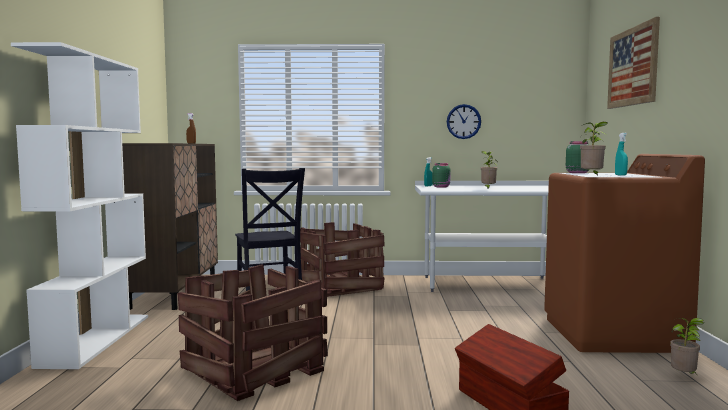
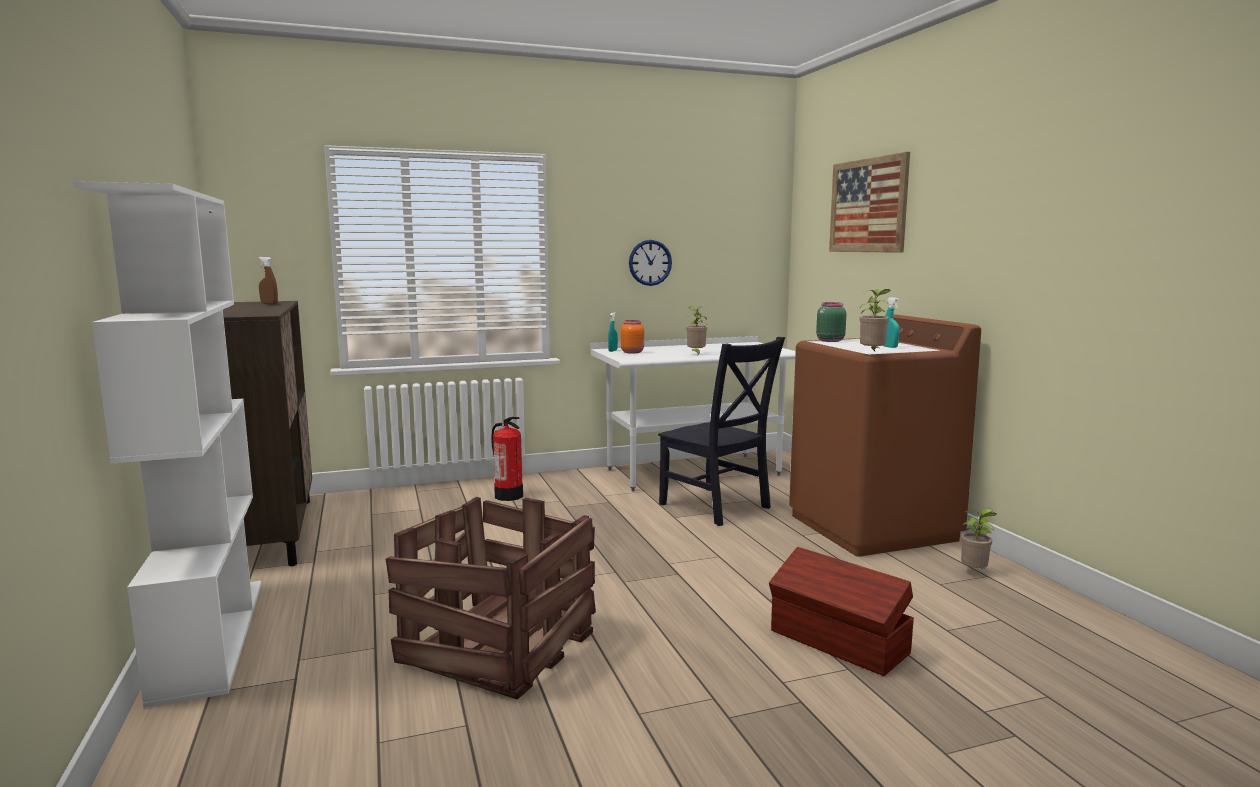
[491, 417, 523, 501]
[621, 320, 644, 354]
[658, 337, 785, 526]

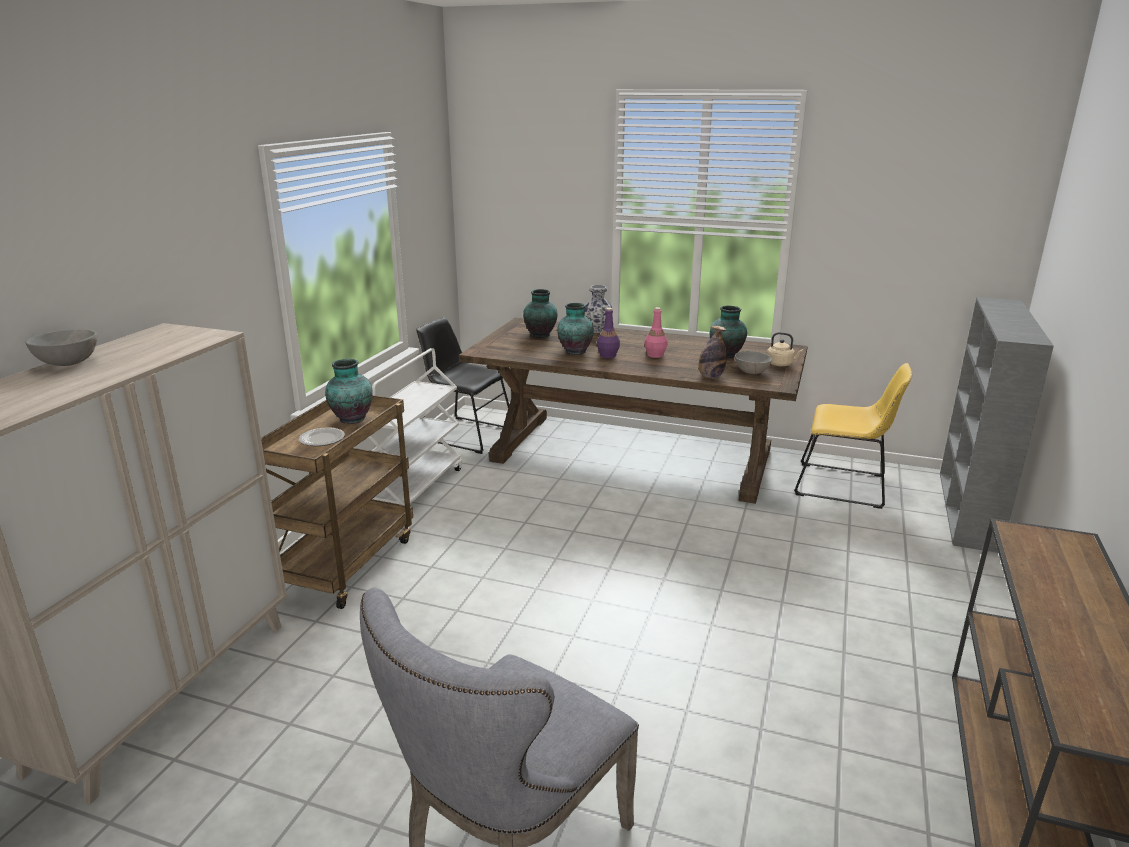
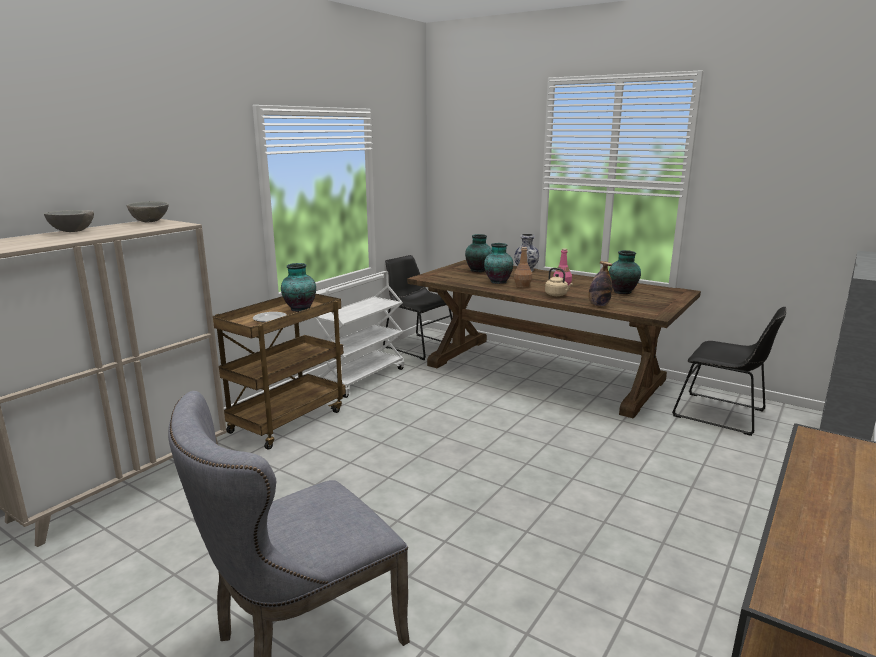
[127, 201, 169, 222]
[514, 247, 532, 288]
[545, 268, 573, 296]
[672, 307, 786, 436]

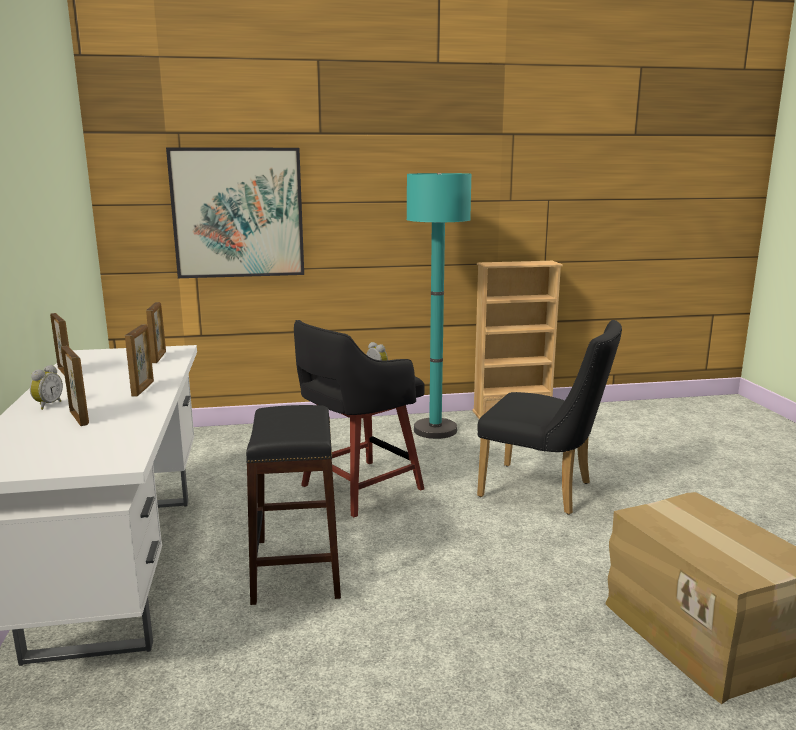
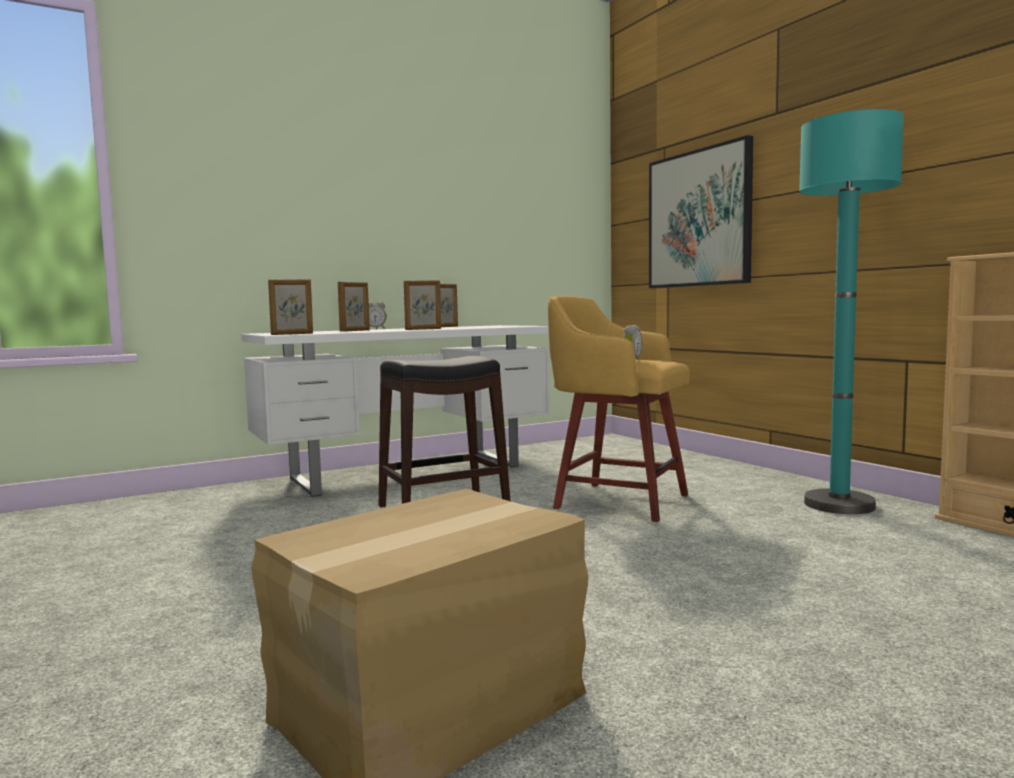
[268, 279, 313, 335]
[548, 296, 690, 522]
[477, 320, 622, 515] (first image)

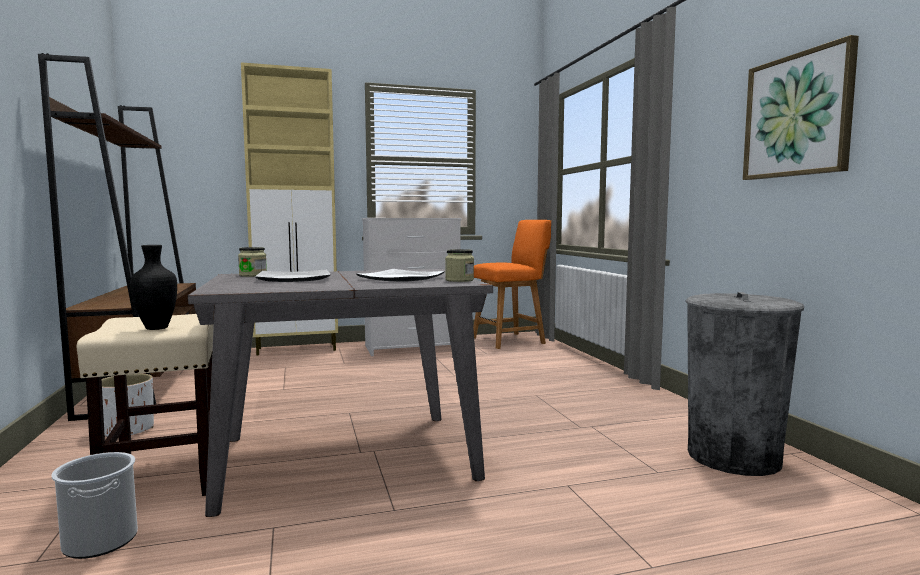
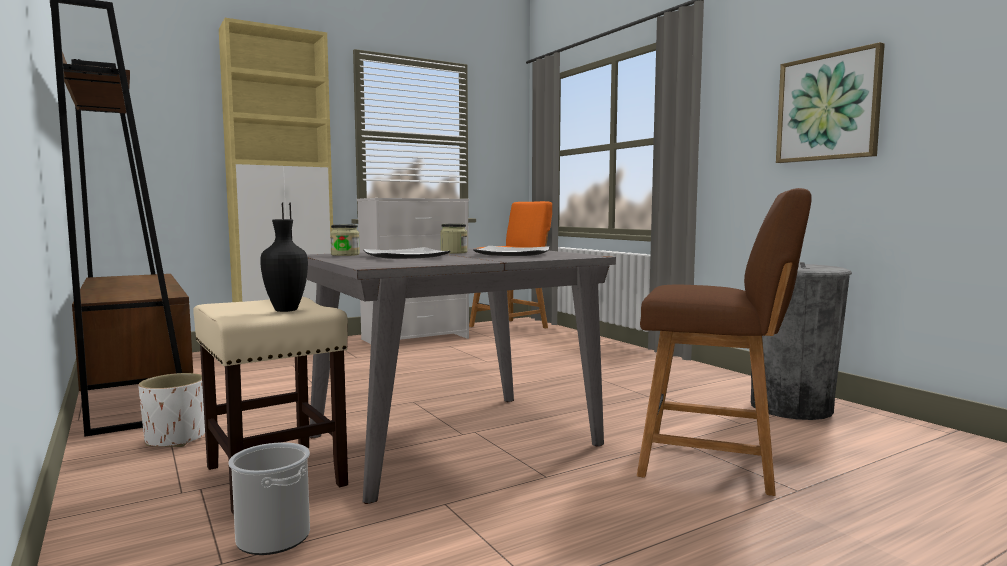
[440, 224, 467, 254]
[637, 188, 811, 496]

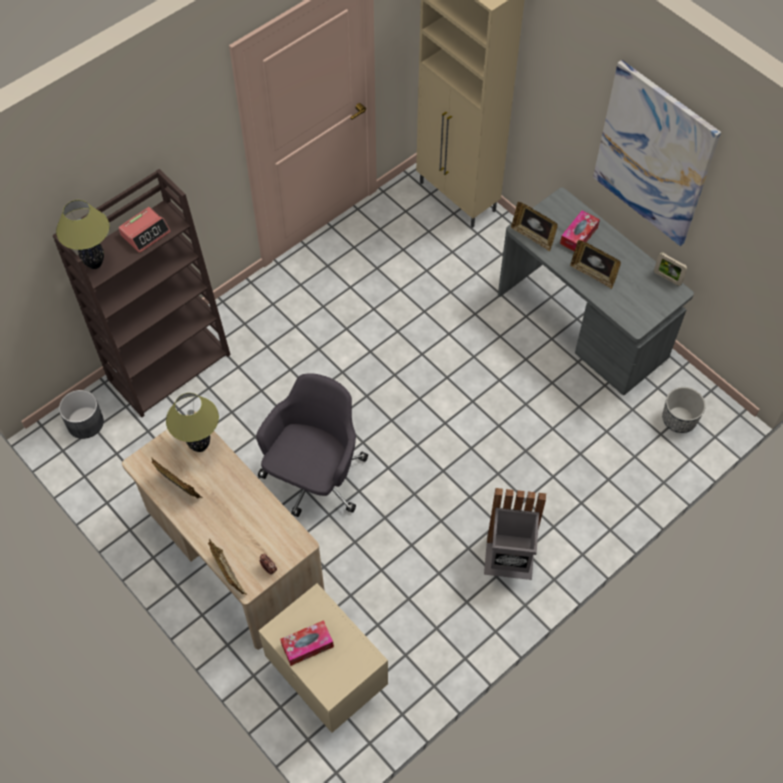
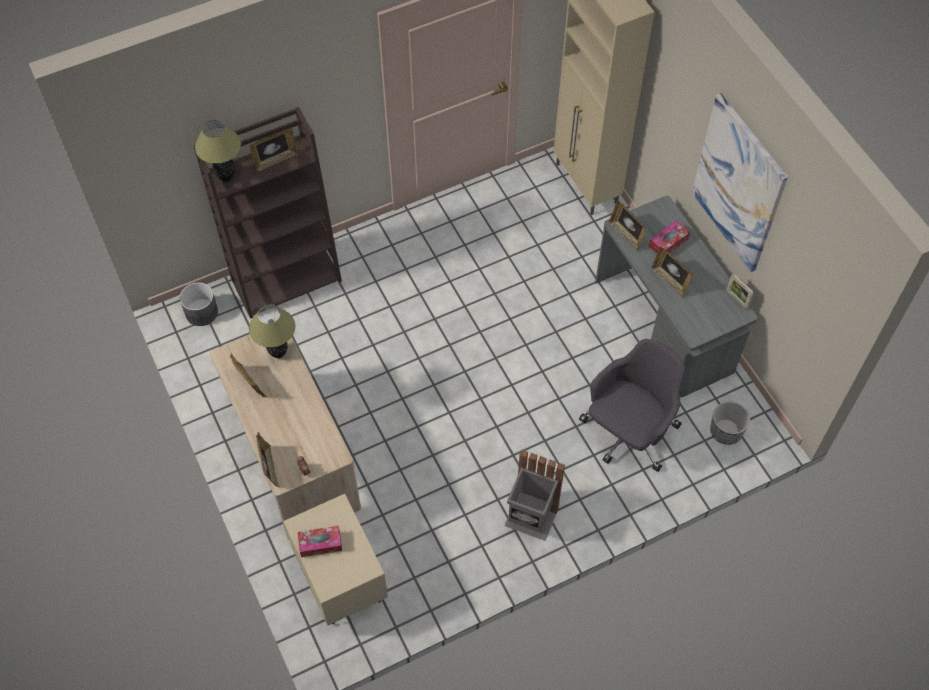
[250, 128, 299, 171]
[579, 339, 685, 472]

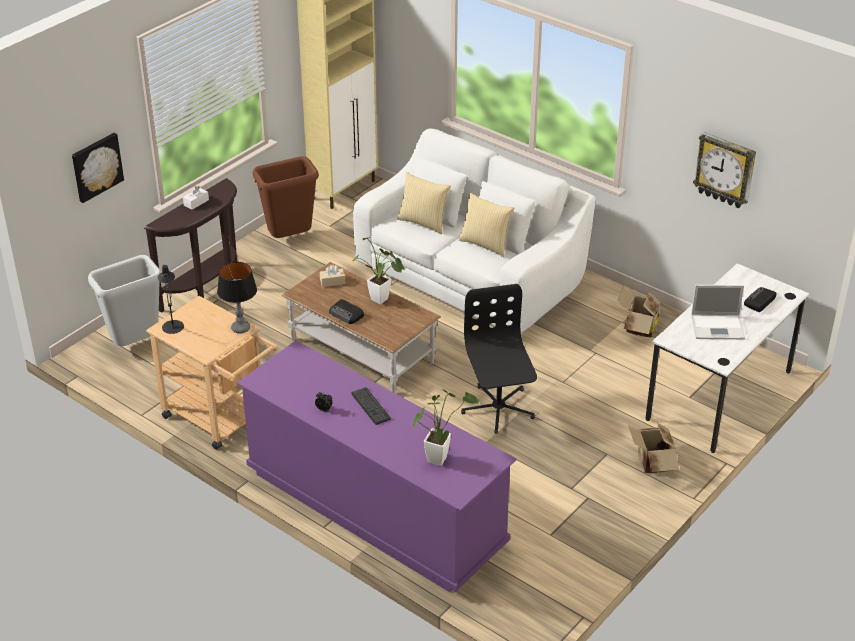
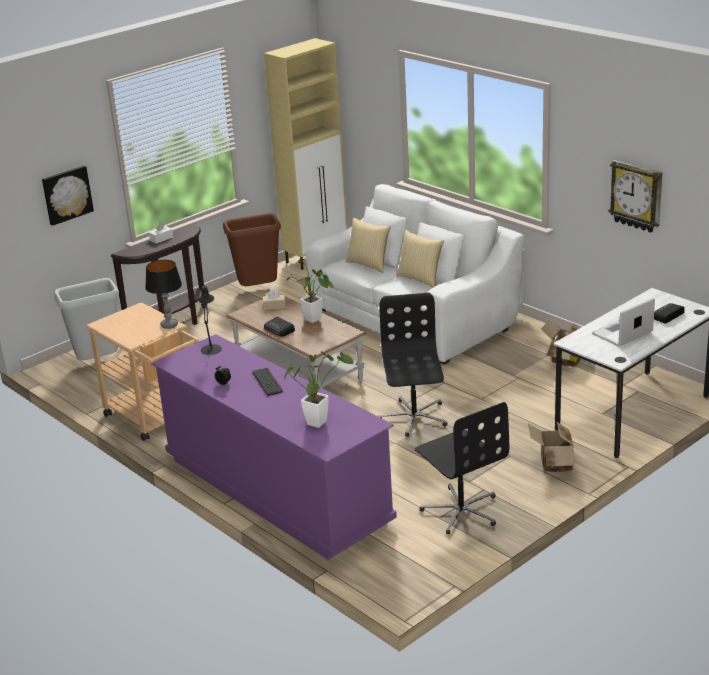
[198, 285, 222, 355]
[415, 402, 509, 535]
[592, 298, 655, 347]

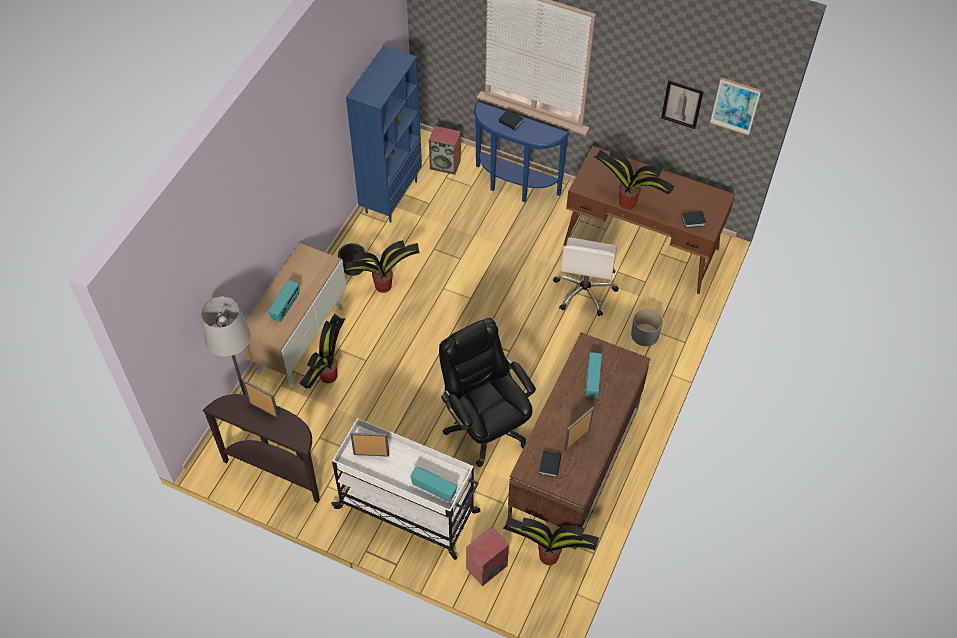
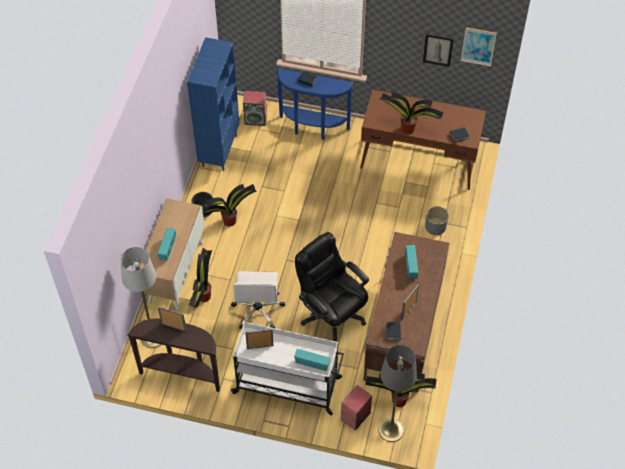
[231, 271, 285, 329]
[378, 345, 417, 442]

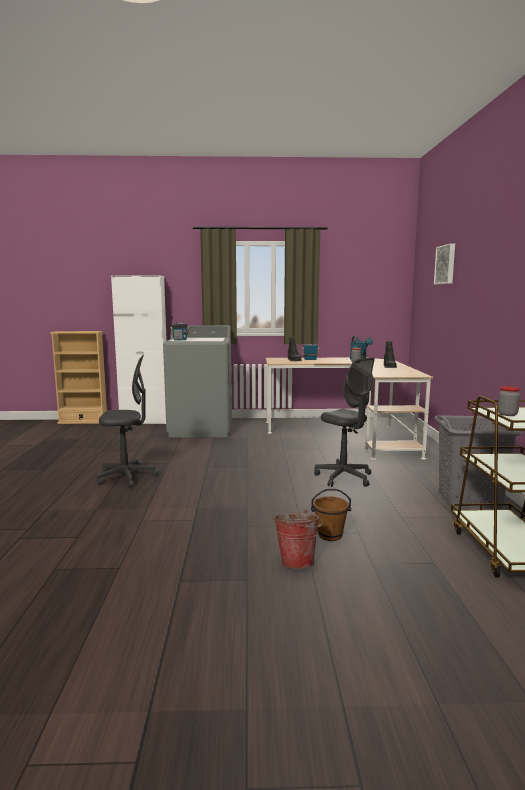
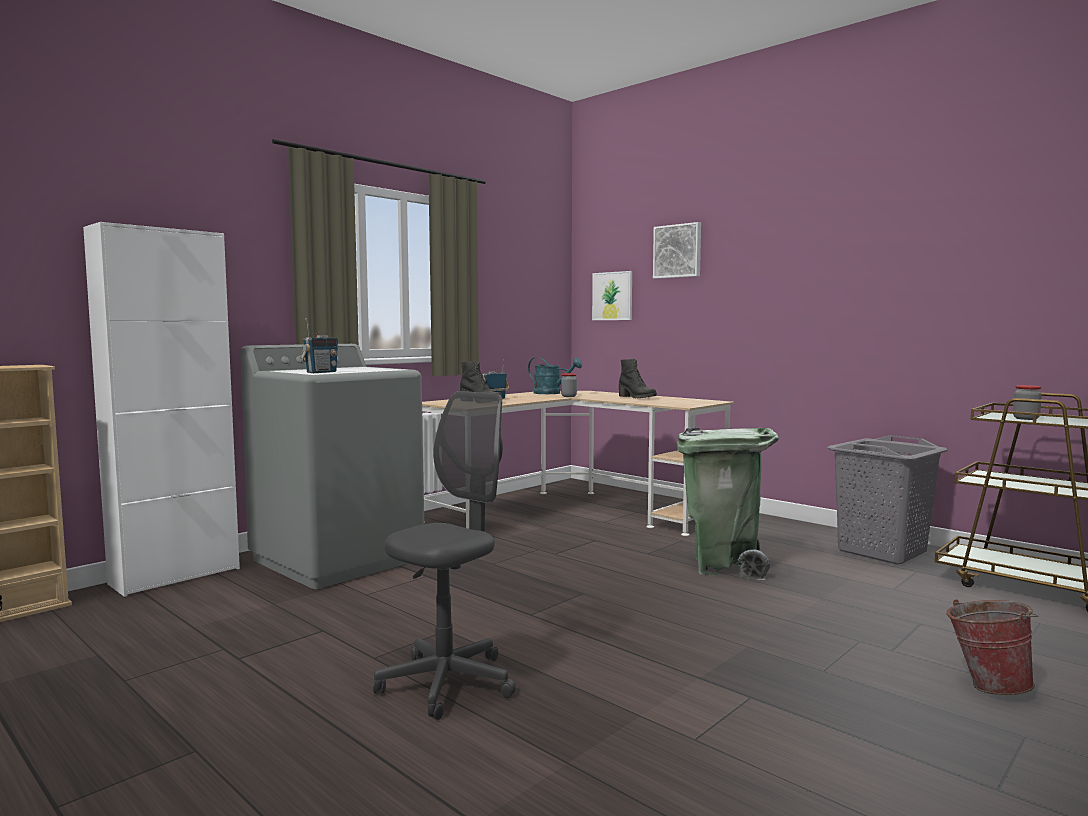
[592, 271, 632, 320]
[677, 427, 779, 580]
[311, 489, 351, 541] (first image)

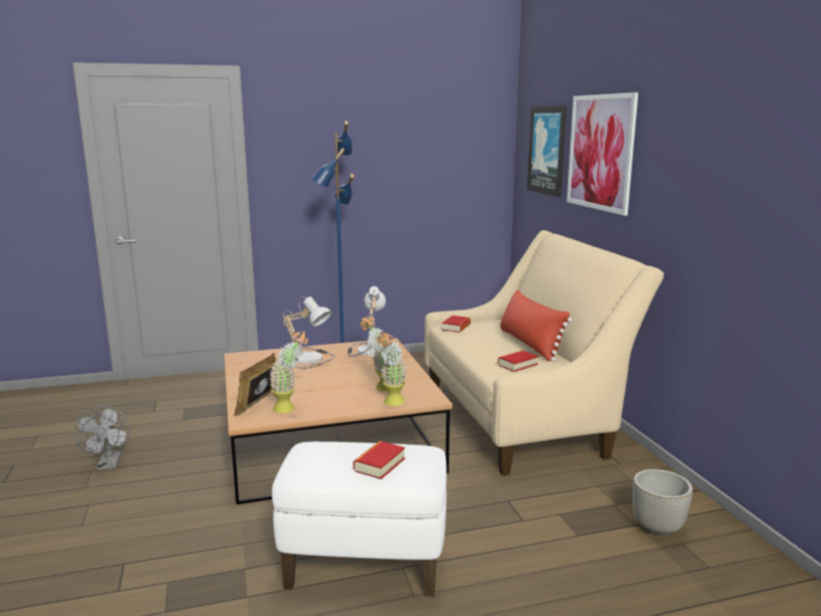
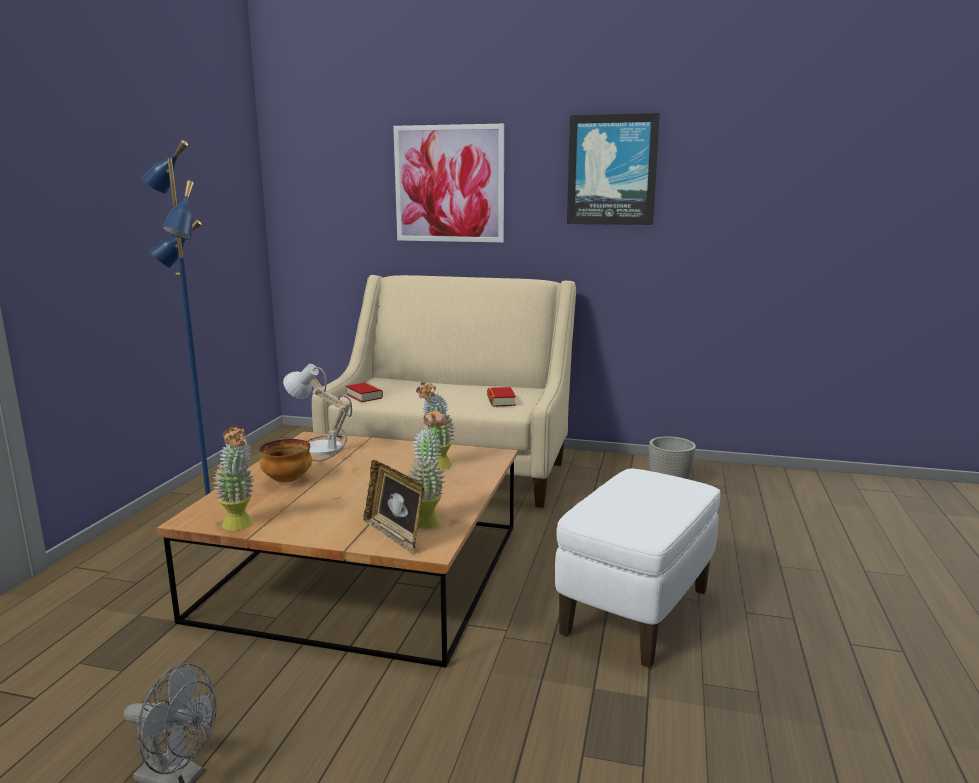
[213, 425, 255, 531]
[259, 439, 312, 482]
[567, 113, 660, 225]
[353, 441, 405, 479] (first image)
[500, 289, 572, 362] (first image)

